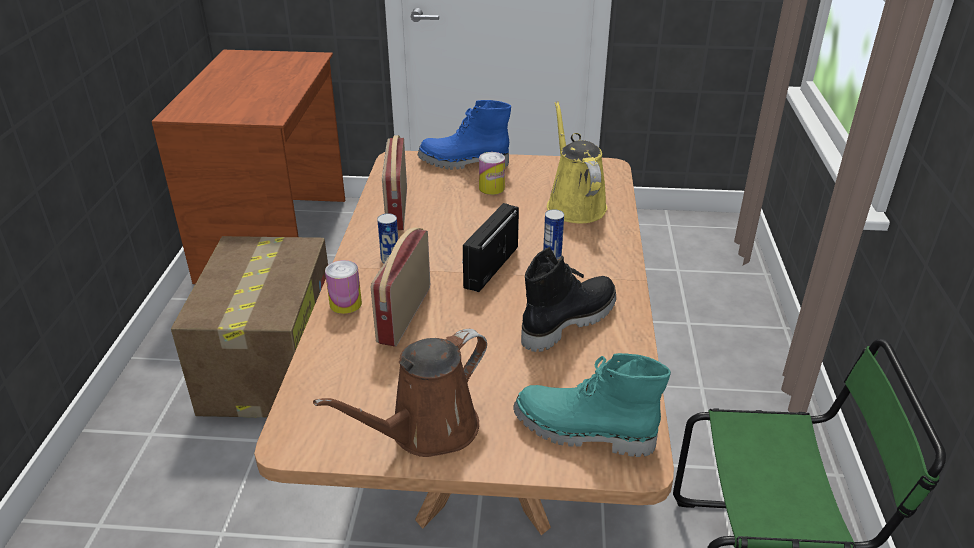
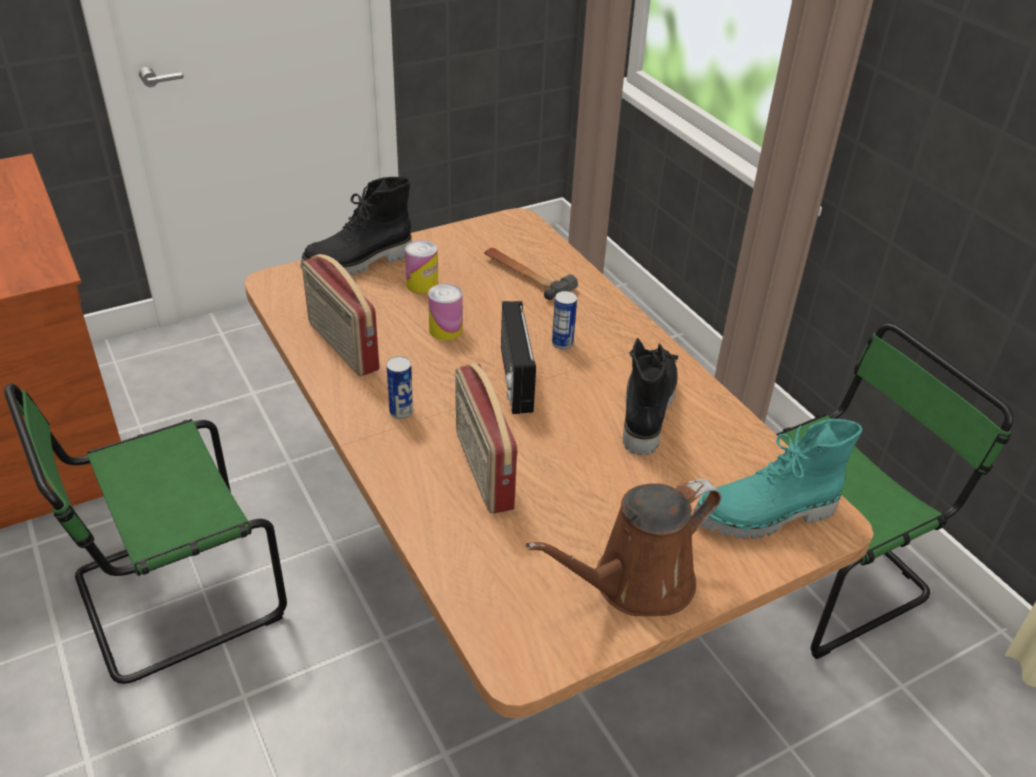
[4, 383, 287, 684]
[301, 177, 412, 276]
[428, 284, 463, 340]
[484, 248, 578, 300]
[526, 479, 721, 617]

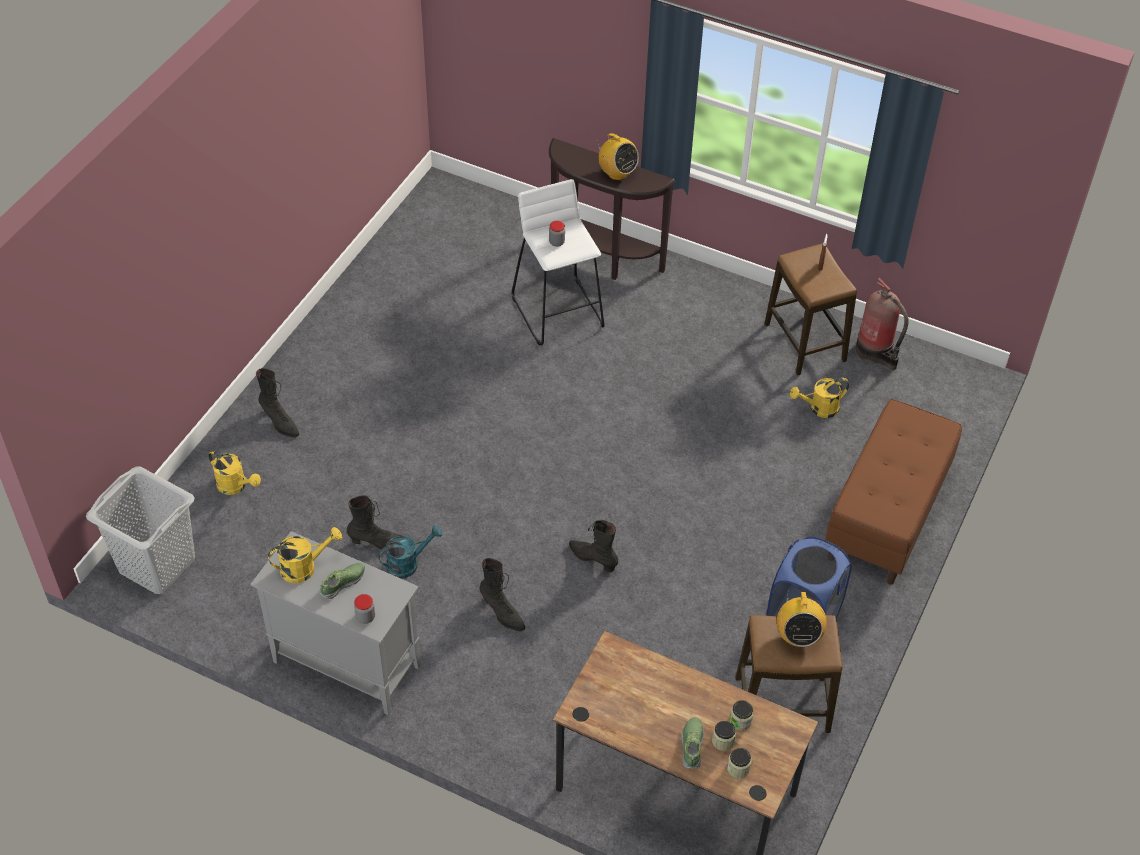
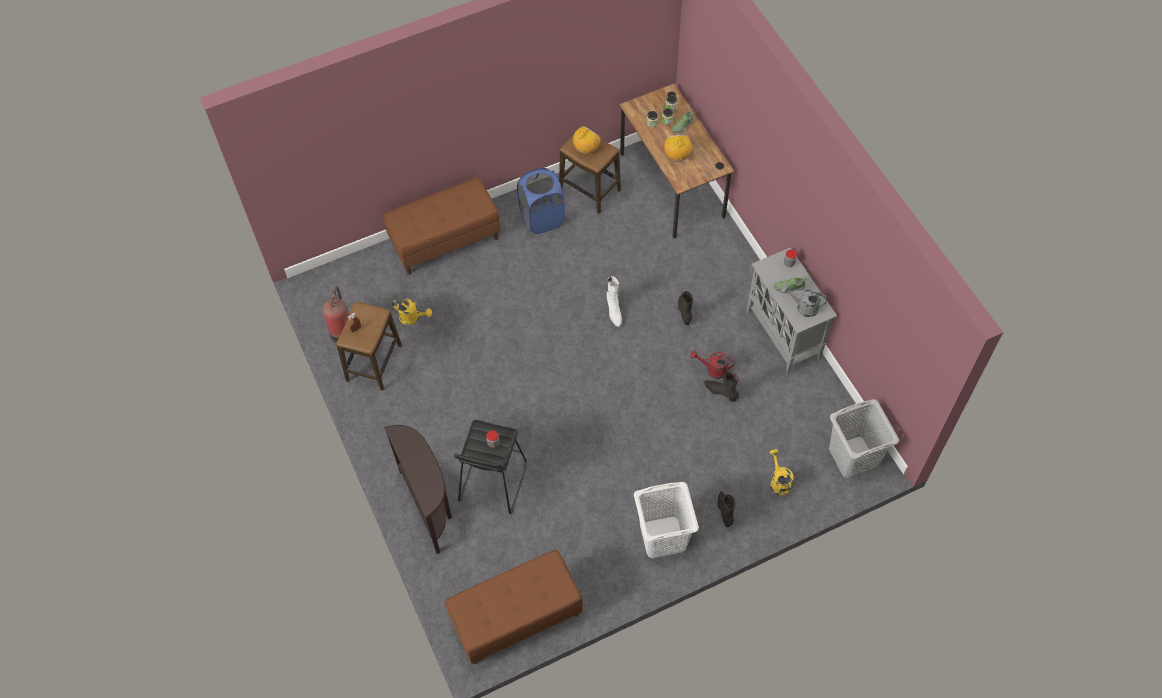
[445, 550, 583, 664]
[454, 420, 527, 514]
[607, 276, 622, 327]
[634, 482, 699, 558]
[664, 135, 692, 162]
[690, 351, 735, 379]
[781, 285, 827, 317]

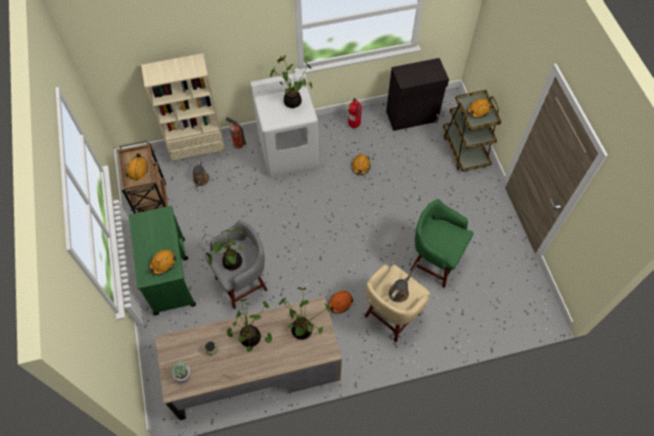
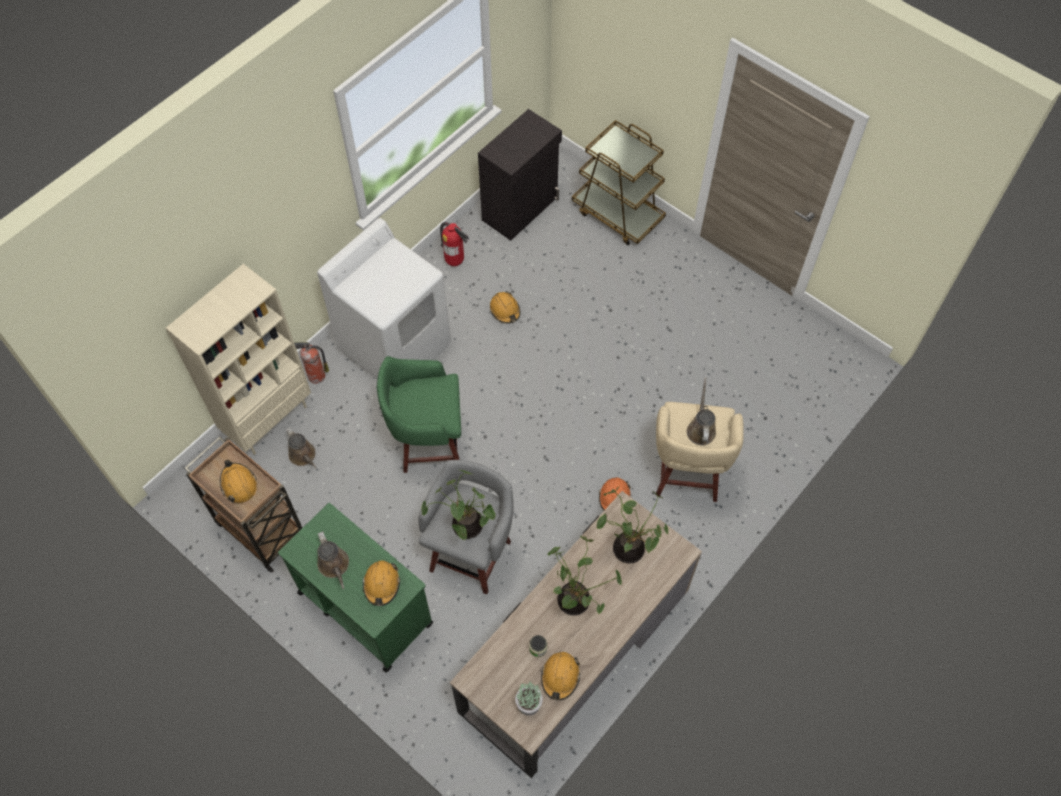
[317, 531, 349, 589]
[377, 356, 461, 473]
[541, 652, 580, 700]
[270, 55, 312, 108] (first image)

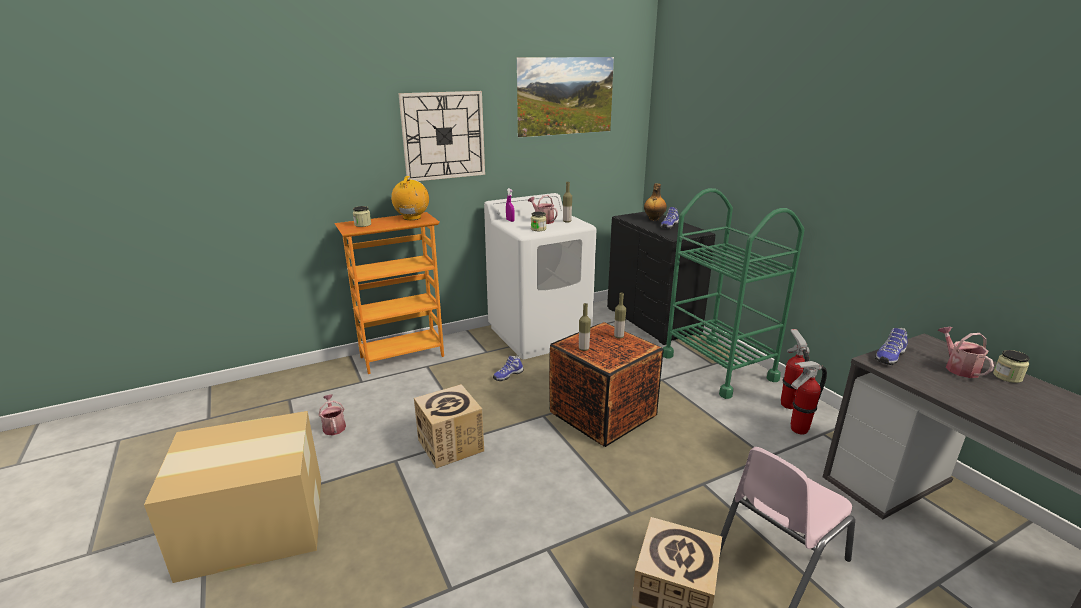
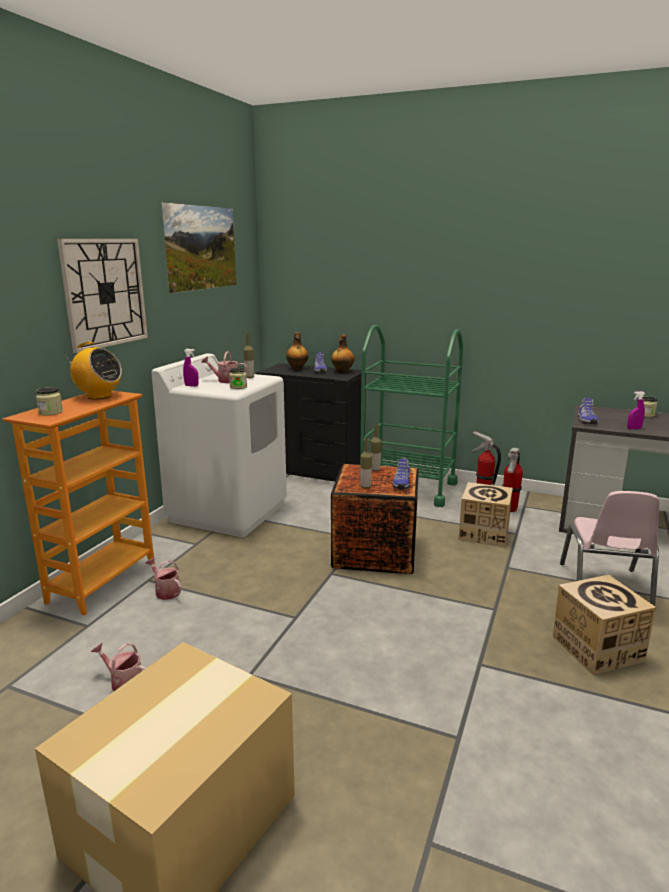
[65, 342, 122, 399]
[145, 558, 181, 600]
[331, 335, 354, 373]
[392, 458, 410, 489]
[458, 482, 513, 547]
[627, 391, 645, 430]

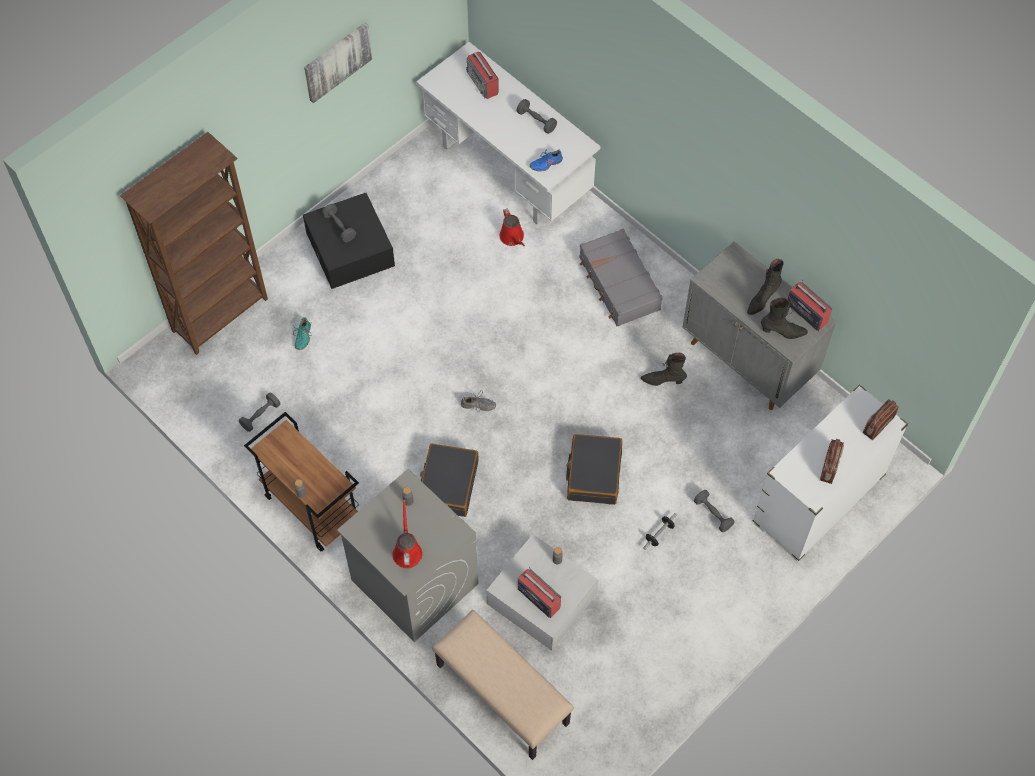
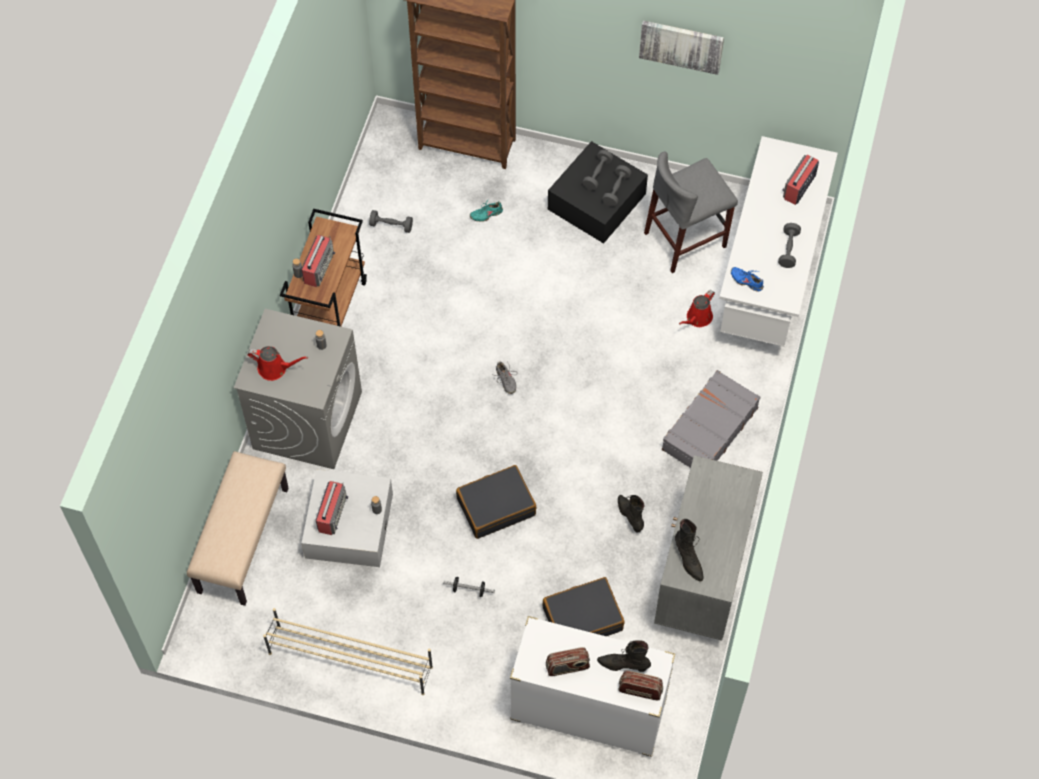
[248, 346, 308, 381]
[263, 608, 433, 695]
[301, 235, 335, 287]
[542, 577, 625, 636]
[597, 640, 651, 672]
[602, 165, 631, 207]
[644, 152, 738, 273]

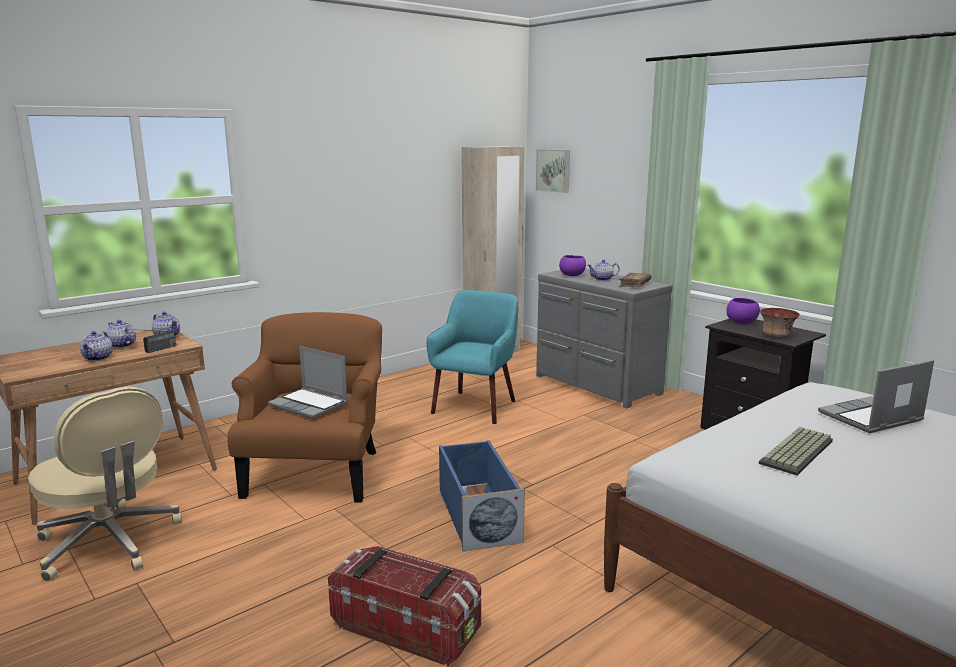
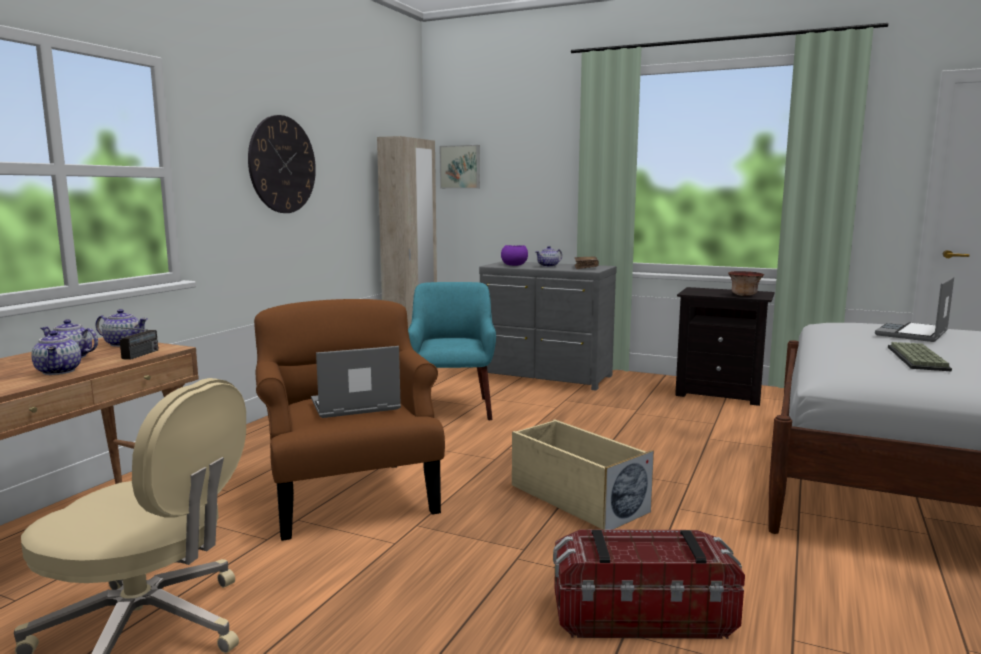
[248, 115, 316, 213]
[311, 346, 401, 418]
[512, 419, 654, 530]
[726, 298, 760, 324] (first image)

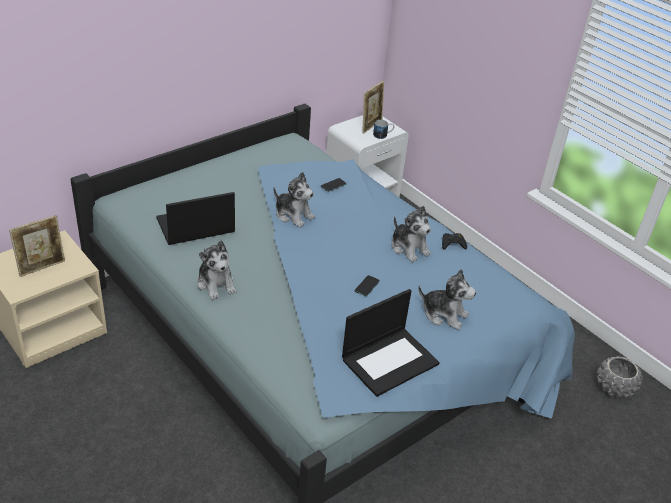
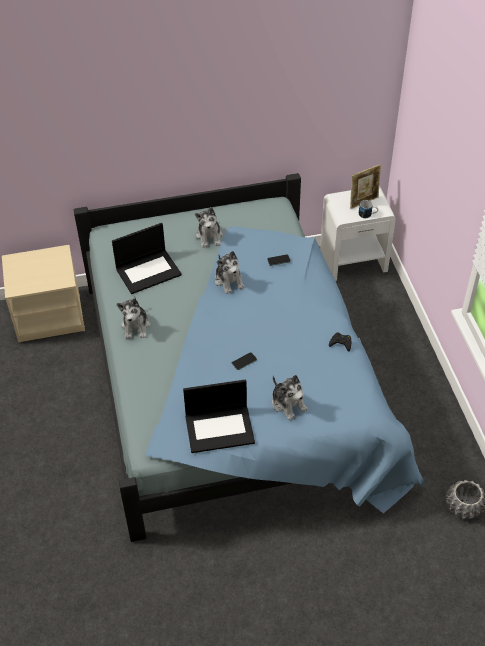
[112, 223, 182, 294]
[195, 207, 223, 248]
[9, 215, 65, 277] (first image)

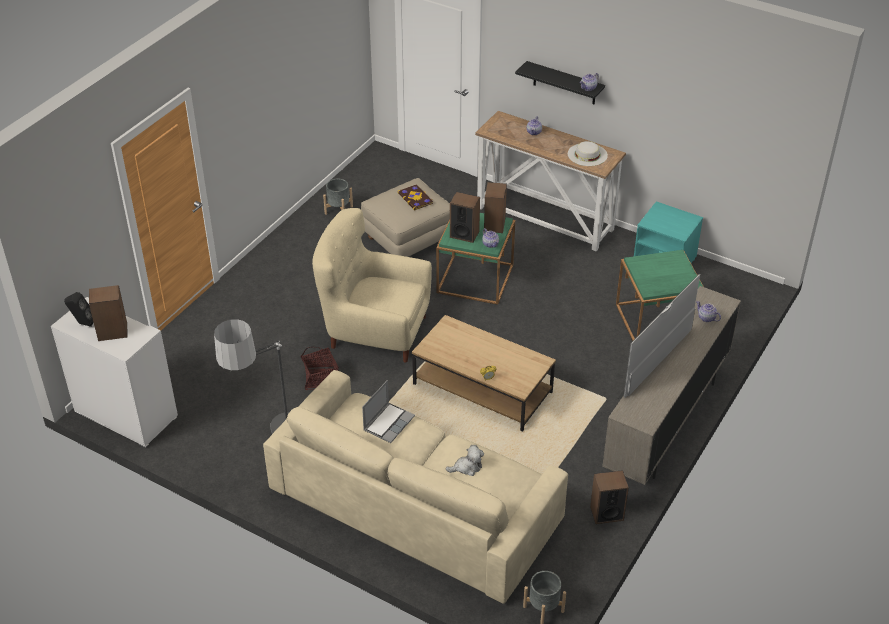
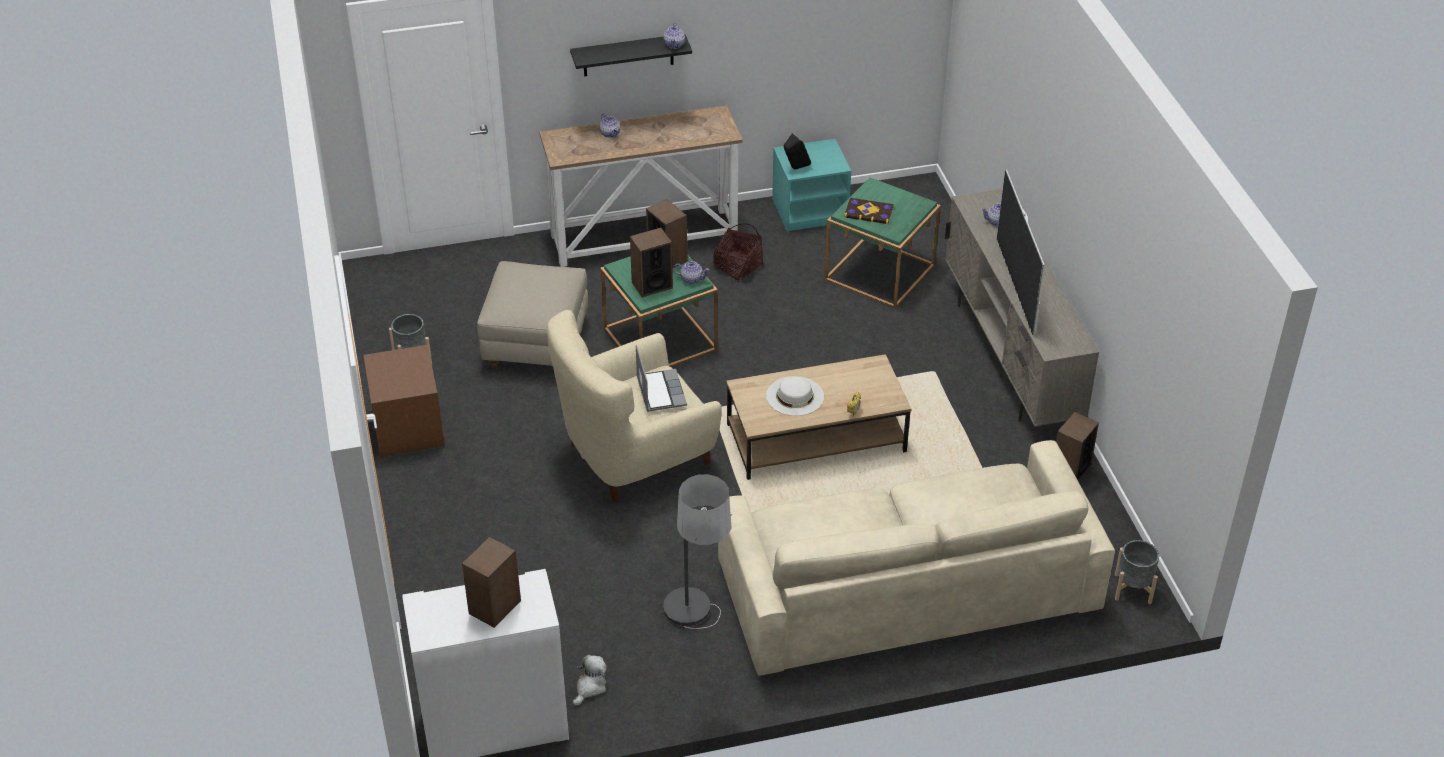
[363, 345, 445, 456]
[573, 655, 607, 706]
[636, 345, 687, 412]
[713, 224, 763, 282]
[766, 376, 824, 416]
[784, 134, 811, 170]
[844, 198, 894, 224]

